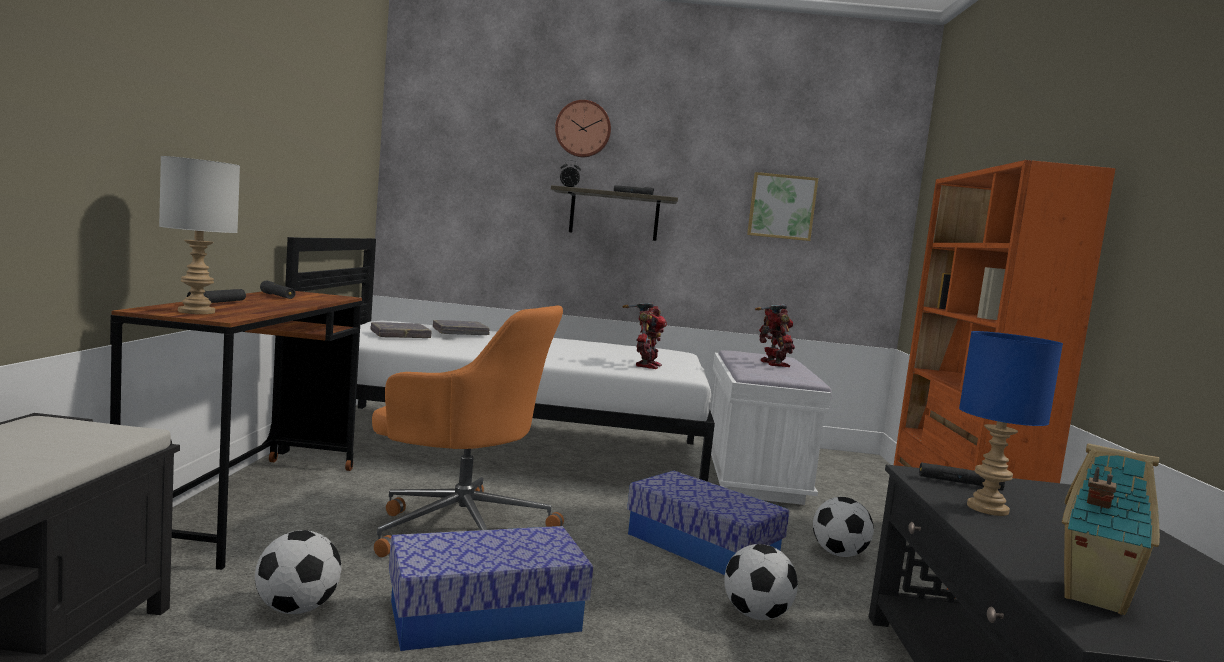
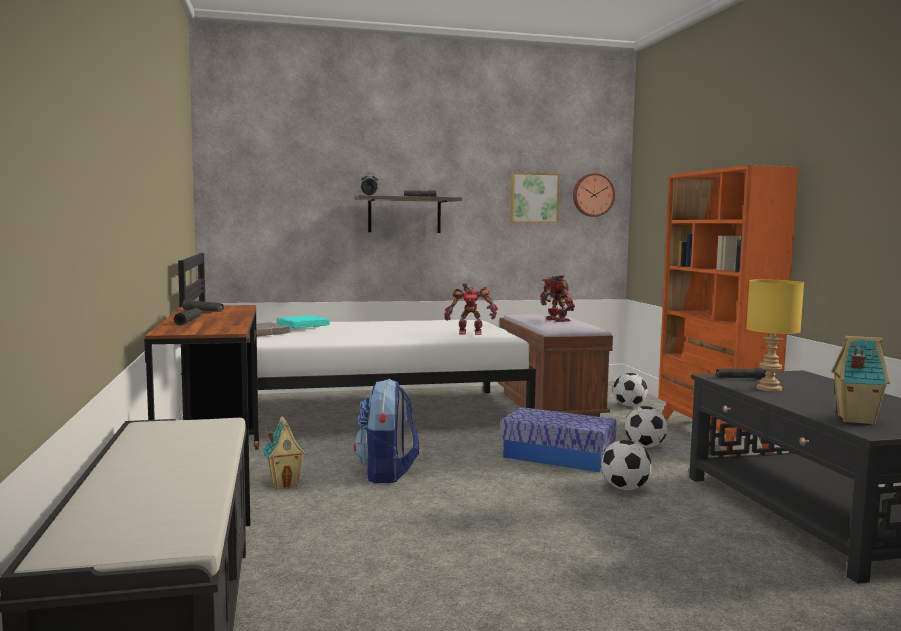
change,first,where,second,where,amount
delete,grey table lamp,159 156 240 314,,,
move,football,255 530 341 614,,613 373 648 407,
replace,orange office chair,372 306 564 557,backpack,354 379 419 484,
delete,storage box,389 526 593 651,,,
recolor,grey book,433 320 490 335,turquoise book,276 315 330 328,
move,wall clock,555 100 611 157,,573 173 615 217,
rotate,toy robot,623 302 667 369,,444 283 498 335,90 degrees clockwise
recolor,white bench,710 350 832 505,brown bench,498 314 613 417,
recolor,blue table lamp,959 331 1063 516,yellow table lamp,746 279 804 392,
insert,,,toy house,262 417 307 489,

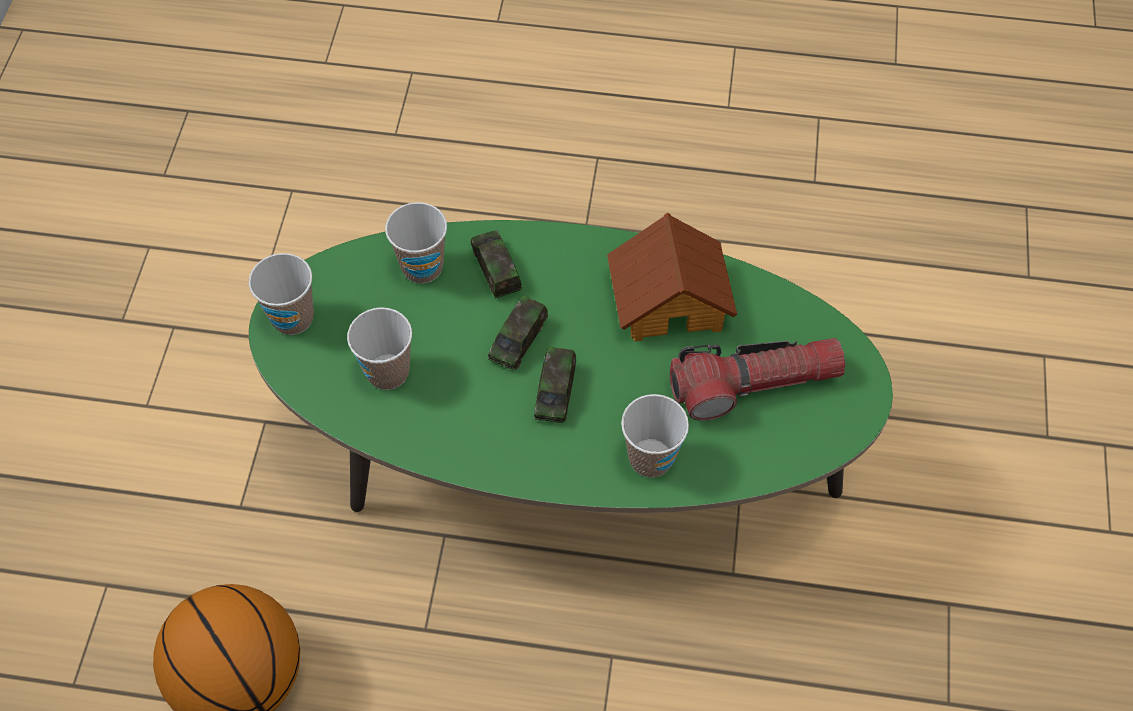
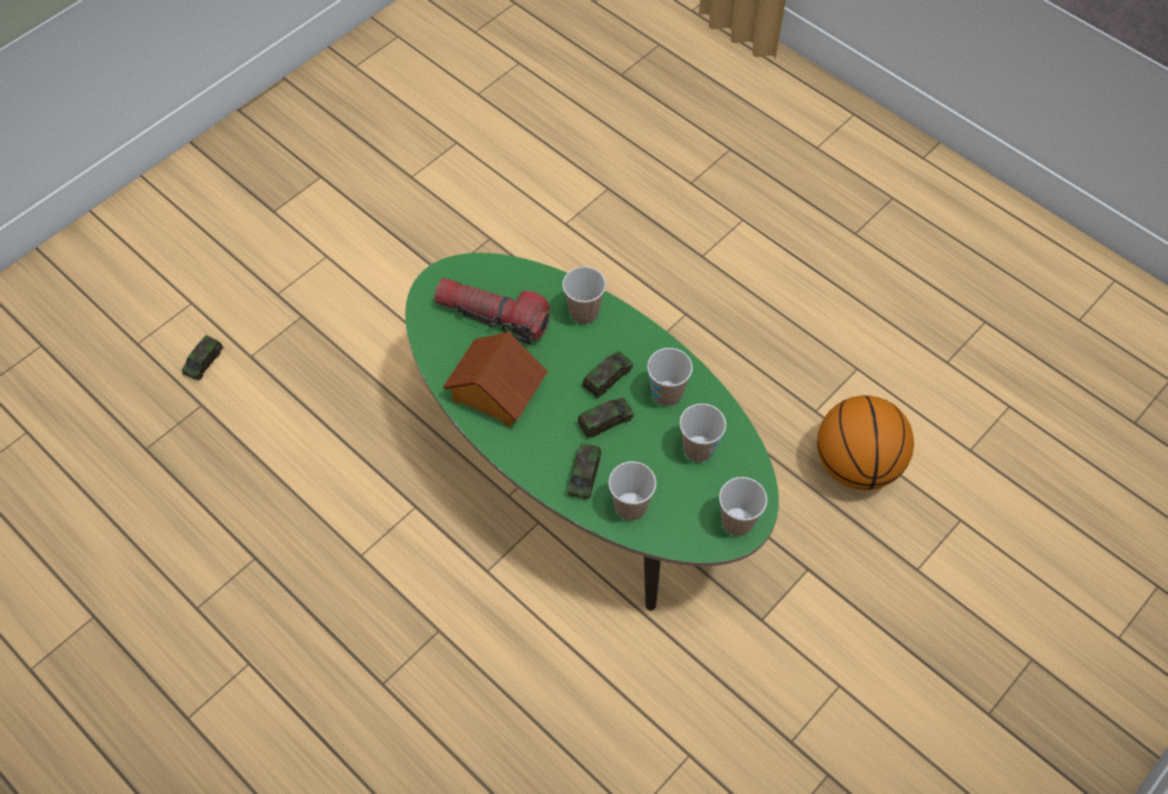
change,first,where,second,where,amount
insert,,,toy car,181 335 224 380,
insert,,,cup,647 348 693 406,

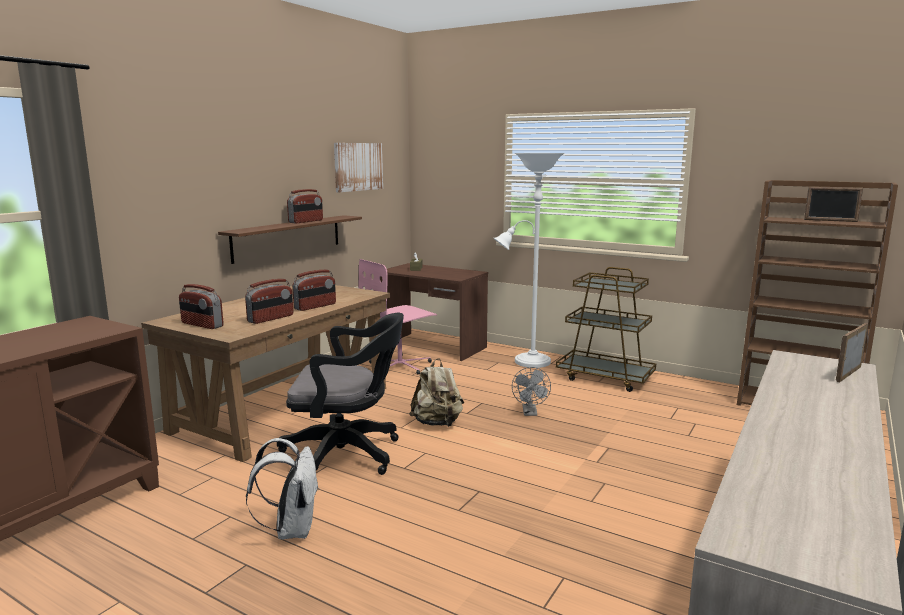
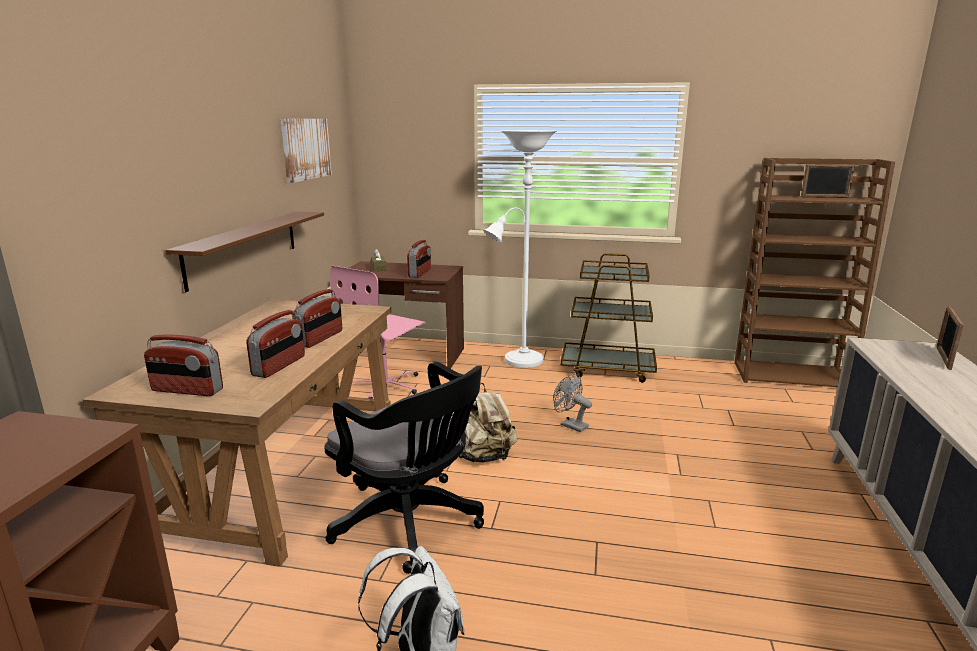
change,first,where,second,where,amount
rotate,black office chair,277 313 404 475,,324 362 484 574,60 degrees clockwise
move,radio,287 189 323 223,,407 240 431 278,
rotate,grey fan,512 367 551 416,,553 374 592 432,150 degrees clockwise

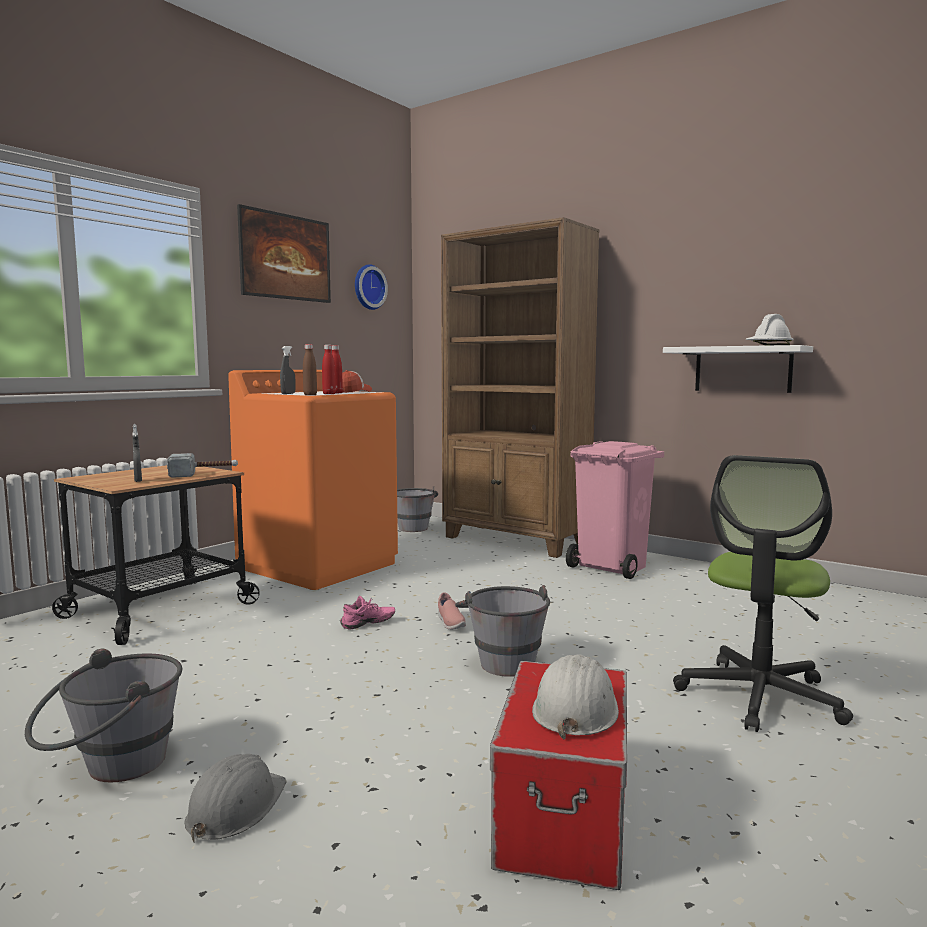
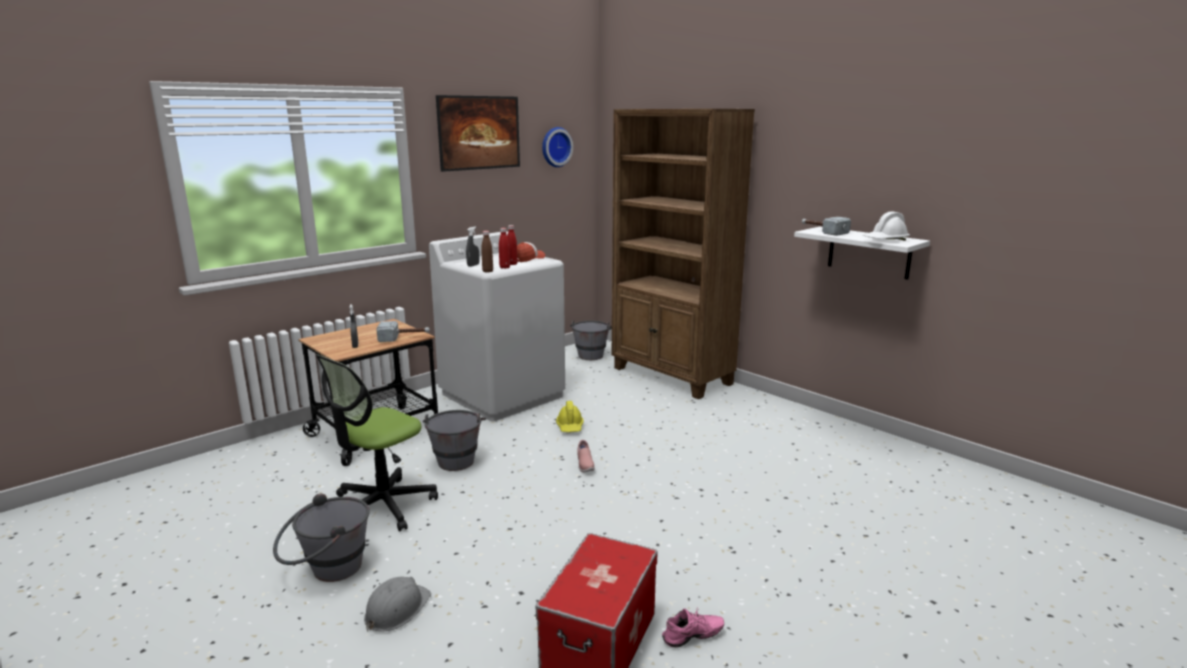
change,first,where,second,where,amount
recolor,orange washing machine,228 370 398 590,white washing machine,429 231 565 422,
move,pink shoe,340 596 395 630,,662 607 724 647,
move,grey bucket,455 585 550 677,,423 410 486 471,
delete,white hard hat,532 654 619 739,,,
delete,pink trash can,566 441 664 579,,,
move,office chair,673 455 853 732,,316 354 438 532,
insert,,,yellow hard hat,556 401 584 432,
insert,,,hammer,802 217 851 236,

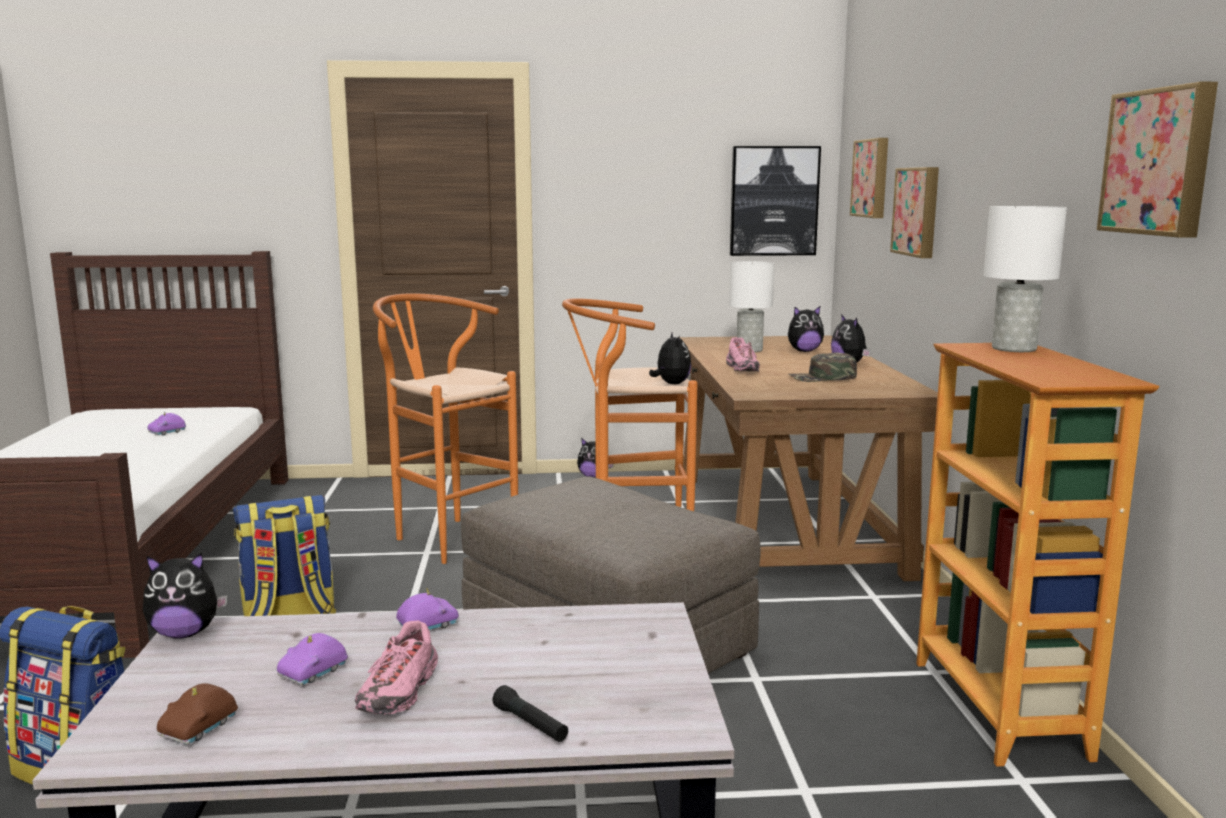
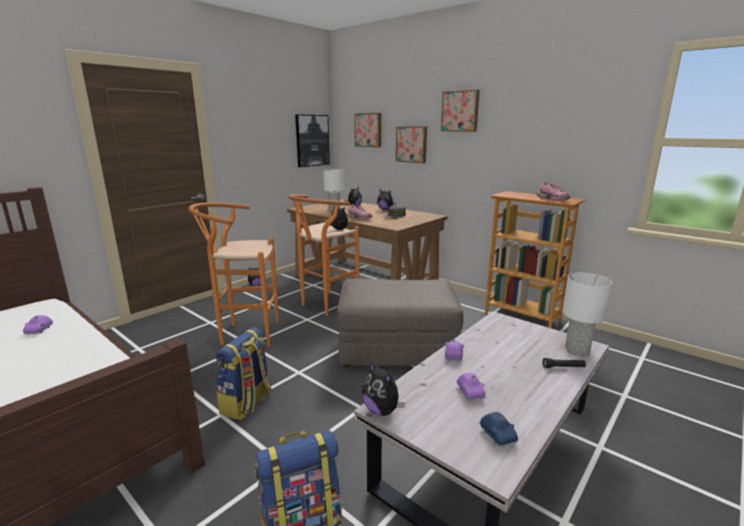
change,first,where,second,where,amount
rotate,plush toy,143 553 228 639,,362 362 405 416,105 degrees clockwise
recolor,brown toy car,157 683 238 745,blue toy car,480 412 518 447,
move,pink shoe,355 620 438 715,,537 182 571 200,
move,white table lamp,984 206 1067 352,,563 273 612 356,
move,picture,1097 82 1218 238,,441 90 480 132,

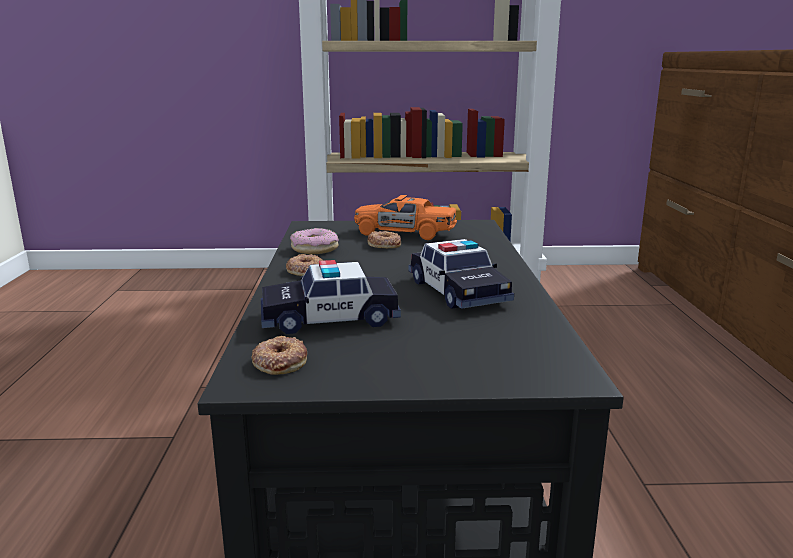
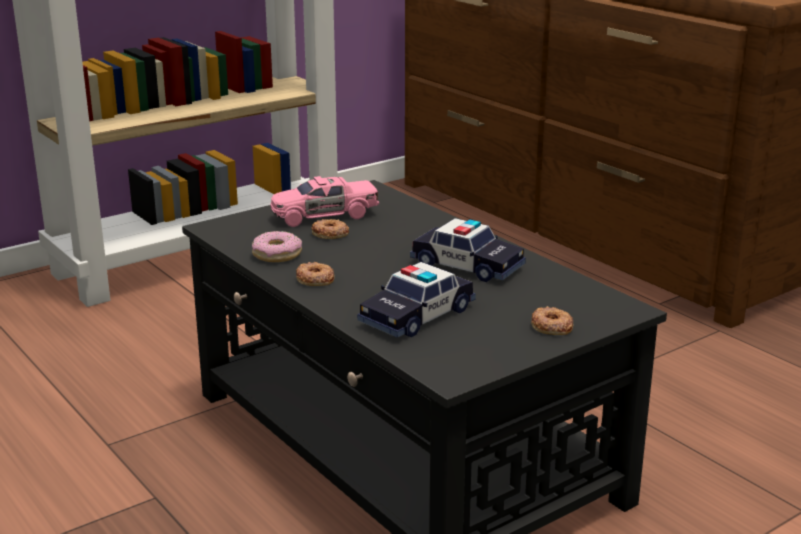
change,first,where,second,where,amount
move,donut,251 336 307 375,,531 306 573 335,
recolor,orange toy car,354 195 457 240,pink toy car,270 176 379 227,

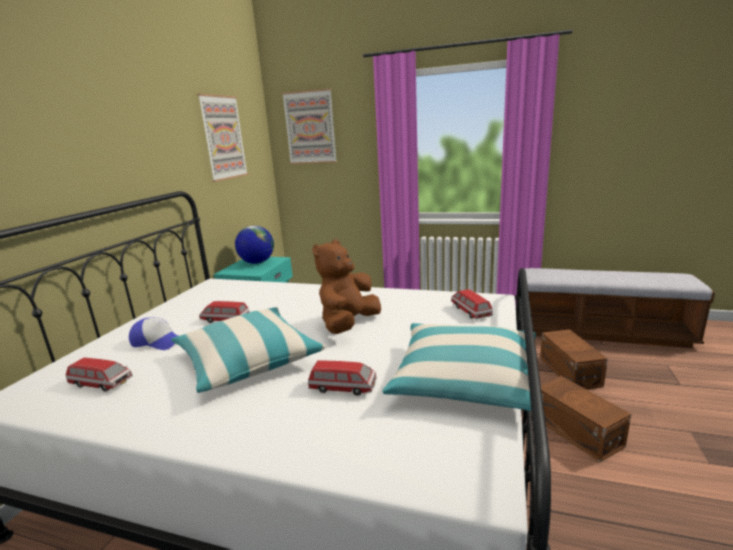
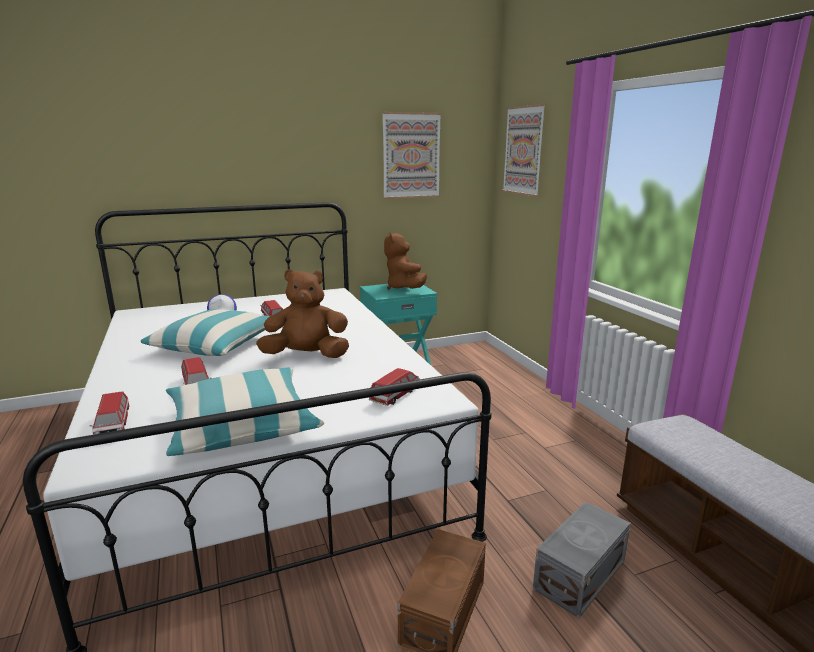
change,first,where,second,where,amount
move,toy car,65 358 133 392,,89 392 129 435,
replace,globe,235 226 274 264,brown plush toy,384 232 427 290,
recolor,brown storage box,540 329 608 389,grey storage box,533 501 631 618,

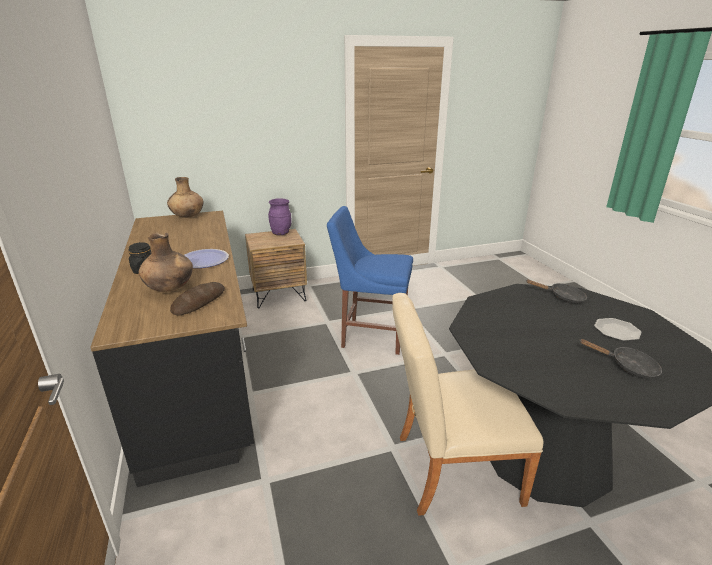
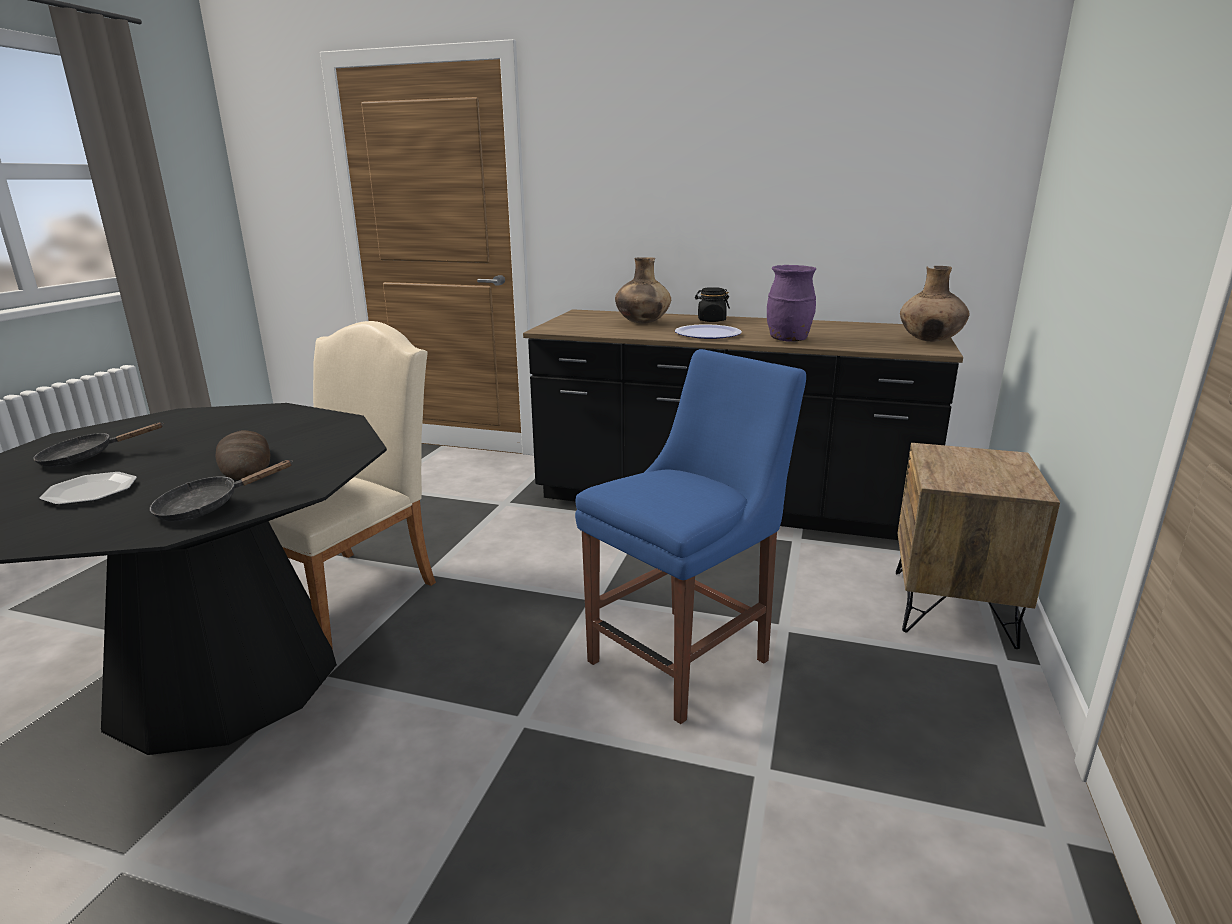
change,first,where,second,where,amount
move,bread,170 282 225 316,,215 430 271 480,
move,purple vase,268 198 292 235,,767 265 816 342,

